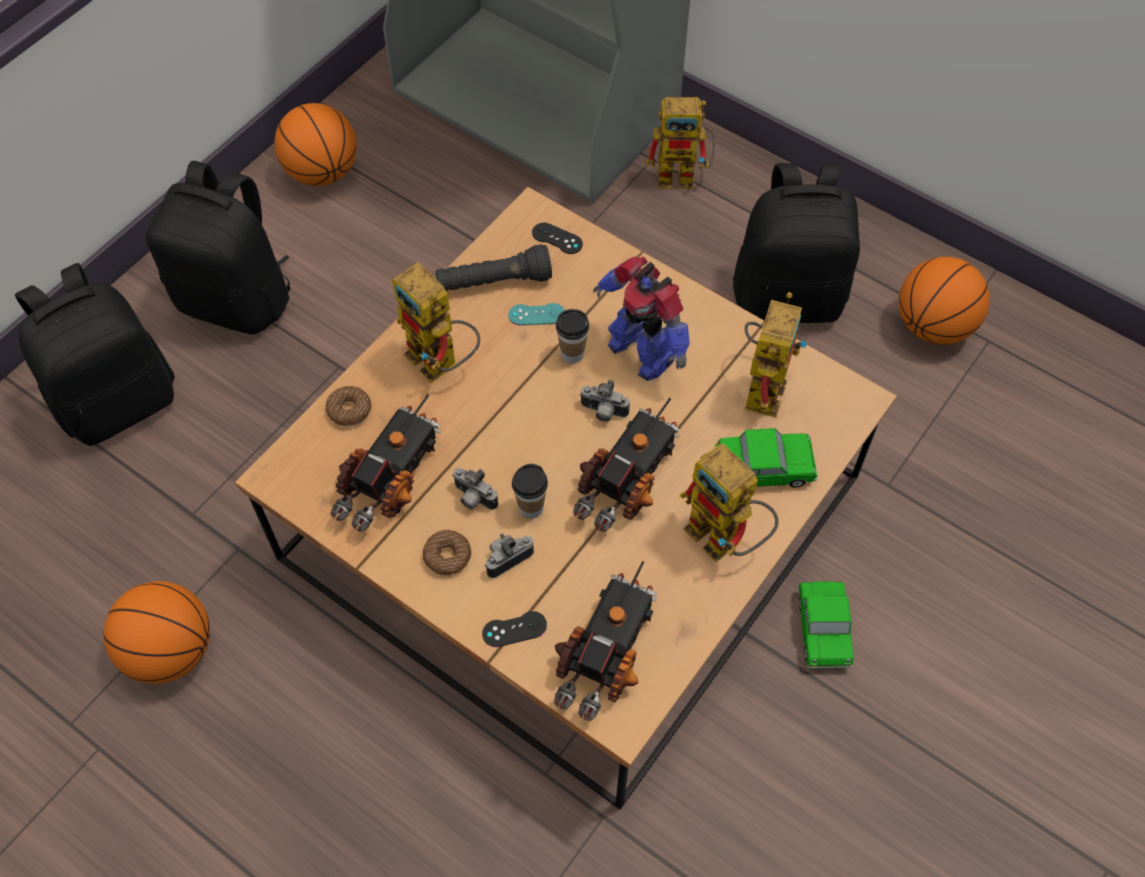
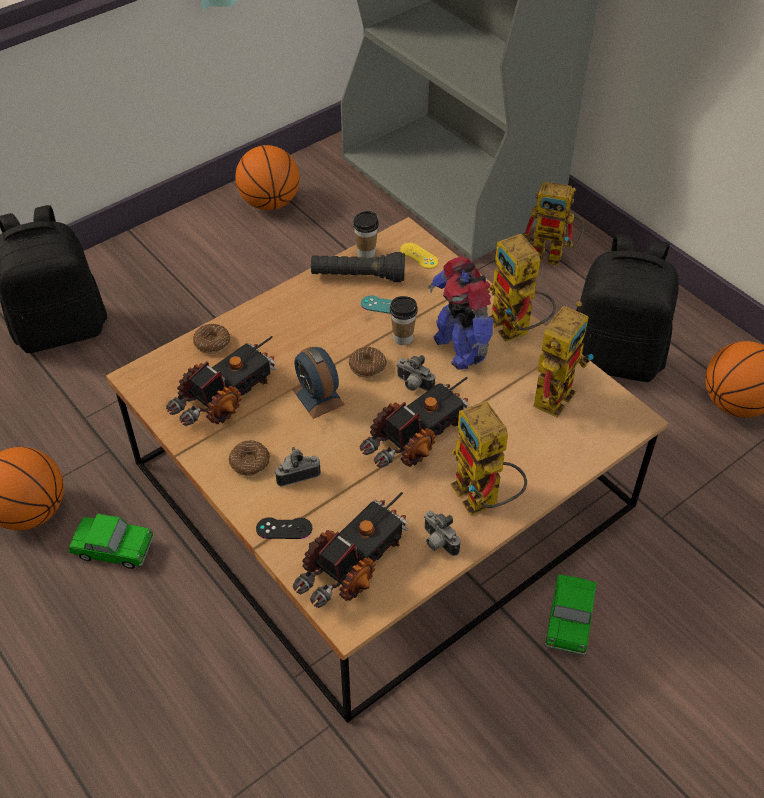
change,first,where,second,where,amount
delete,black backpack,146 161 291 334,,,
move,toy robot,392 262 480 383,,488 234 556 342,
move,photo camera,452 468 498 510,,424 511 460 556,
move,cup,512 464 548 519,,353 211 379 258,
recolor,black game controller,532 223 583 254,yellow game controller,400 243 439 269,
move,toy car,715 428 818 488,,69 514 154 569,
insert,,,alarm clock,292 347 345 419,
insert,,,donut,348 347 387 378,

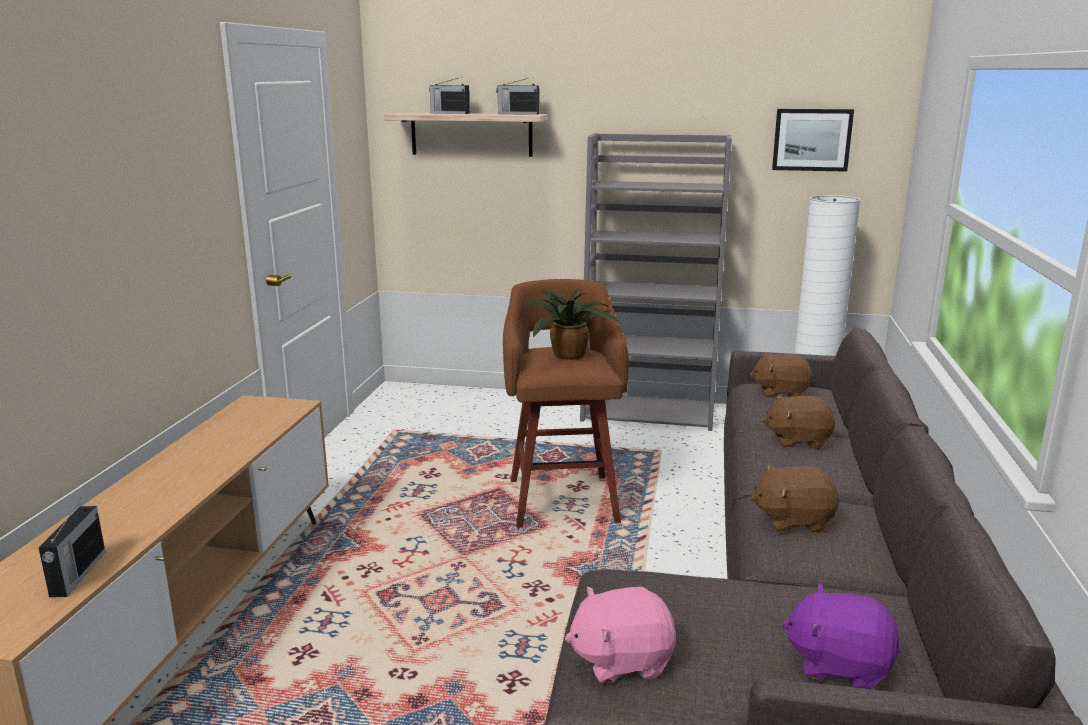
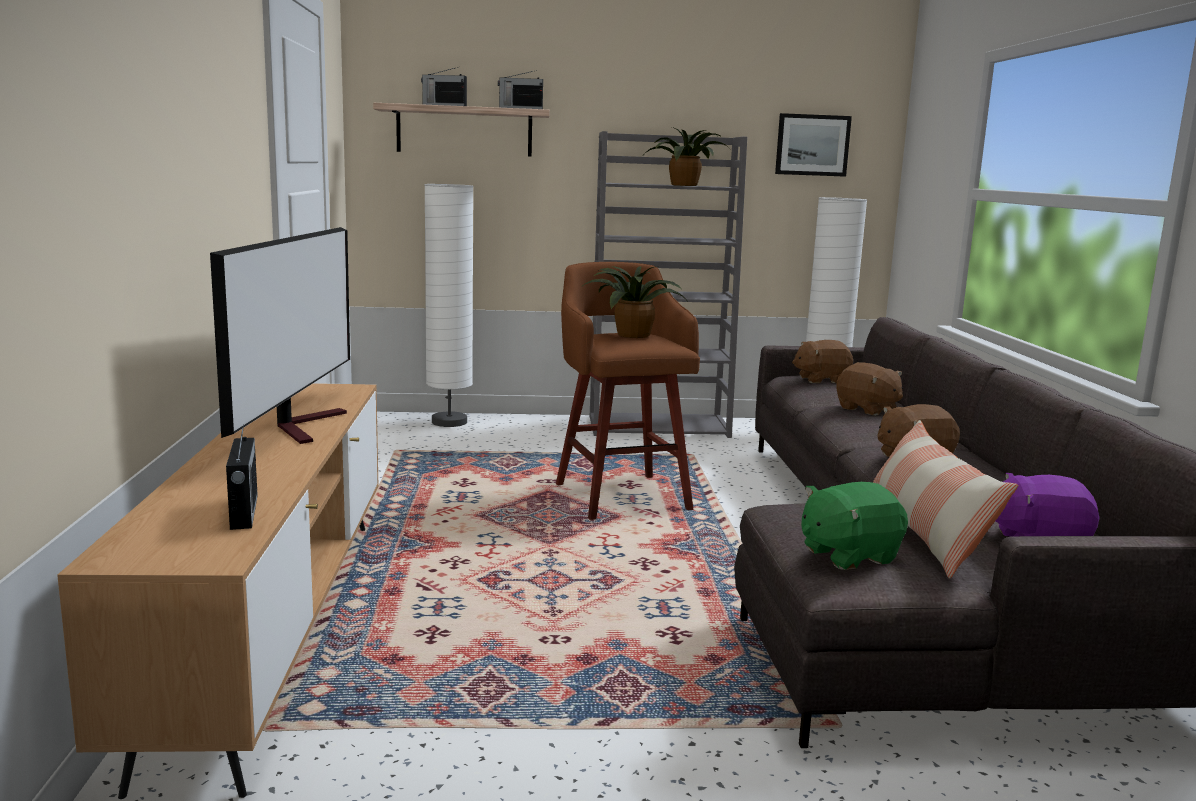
change,first,where,second,where,amount
recolor,pink plush toy,565 586 676 684,green plush toy,801 482 908 570,
rotate,brown plush toy,763 394 835 449,,836 362 903 416,120 degrees counterclockwise
insert,,,television,210 227 350 444,
insert,,,white floor lamp,424 184 474 427,
insert,,,potted plant,644 127 729 186,
insert,,,pillow,873 420 1018 579,

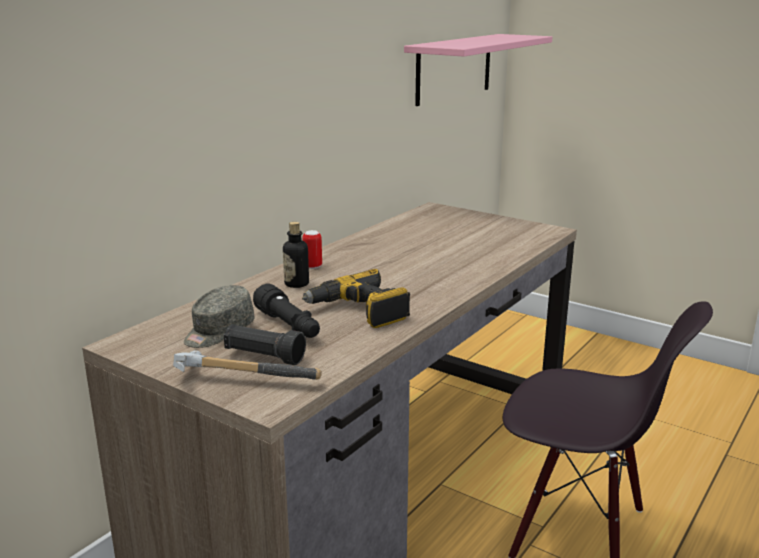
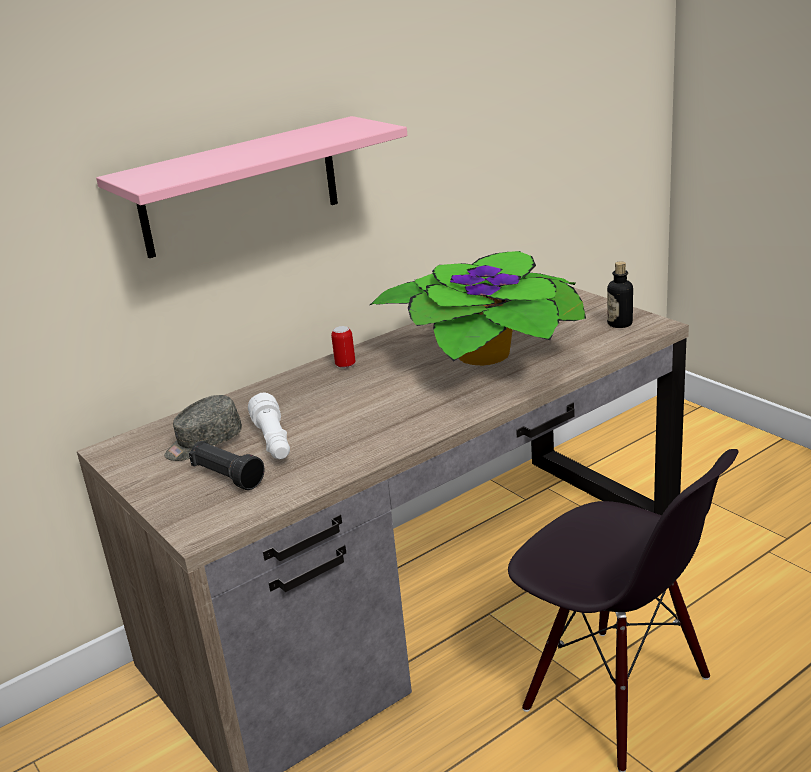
change,first,where,second,where,amount
delete,hammer,173 350 322 380,,,
recolor,black flashlight,253 283 320 338,white flashlight,248 393 290 459,
move,bottle,283 222 309 288,,607 261 633 328,
delete,power drill,302 269 410 328,,,
move,pink shelf,404 34 552 106,,96 116 407 258,
insert,,,potted plant,370 251 586 365,

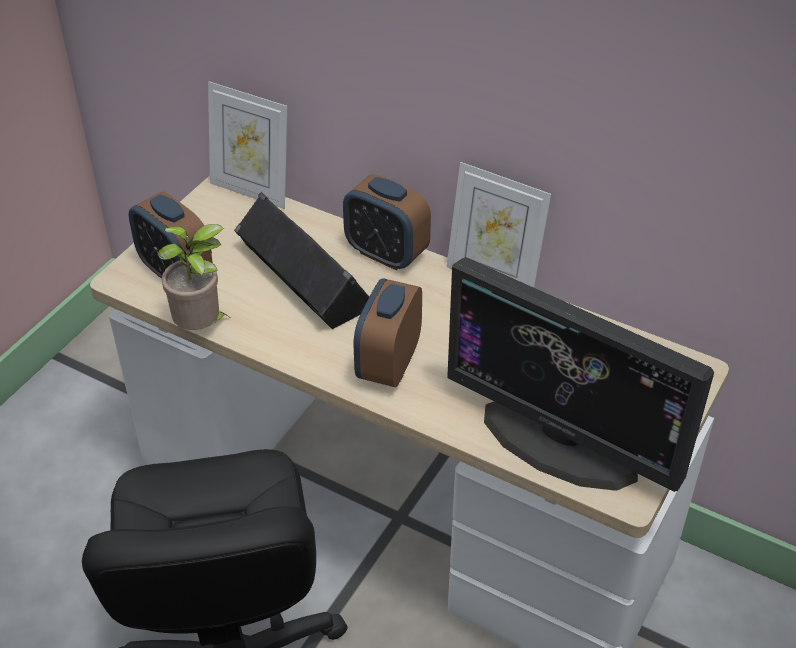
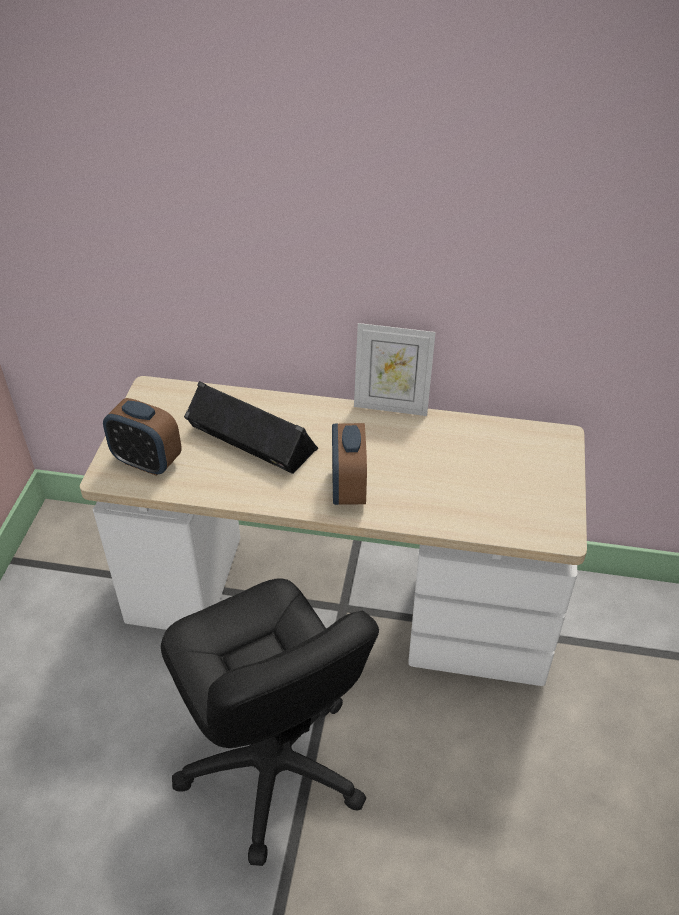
change,first,where,second,where,amount
delete,potted plant,157 224 229 330,,,
delete,picture frame,208 81 287 209,,,
delete,alarm clock,343 174 431 270,,,
delete,monitor,447 257 714 492,,,

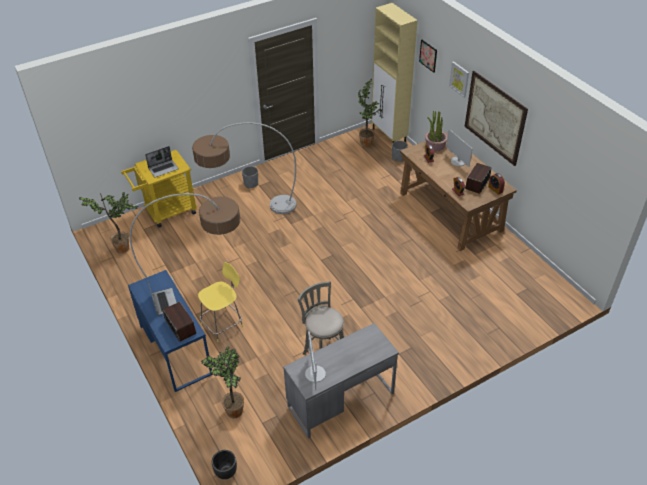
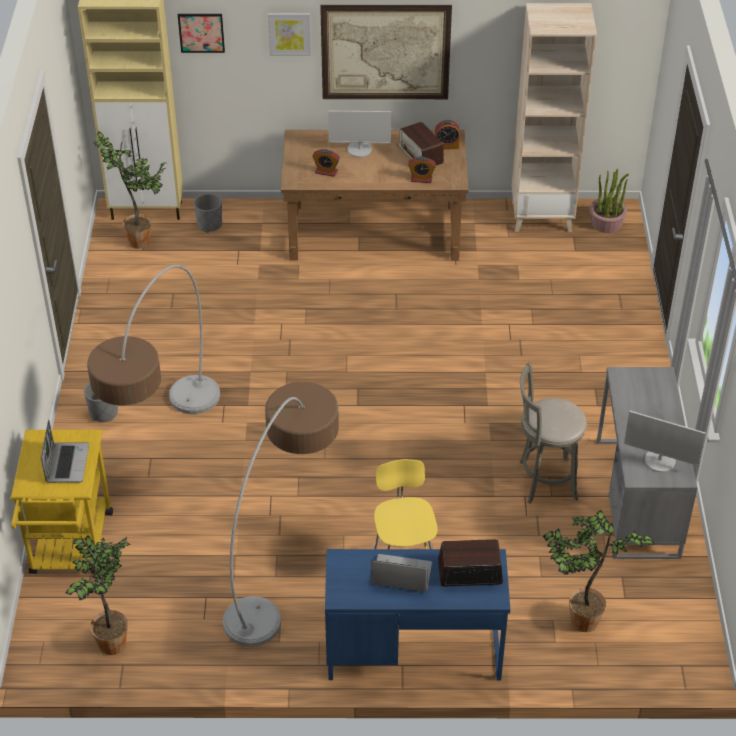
change,first,where,second,where,amount
delete,black planter,211 450 237 479,,,
move,potted plant,425 111 448 151,,589 169 629 233,
insert,,,beige bookcase,512 3 597 232,

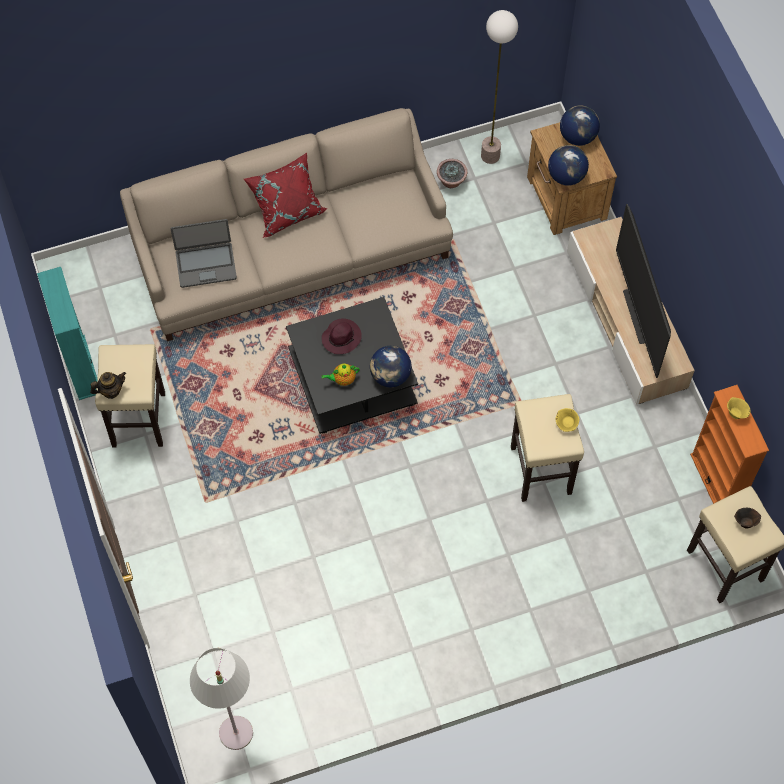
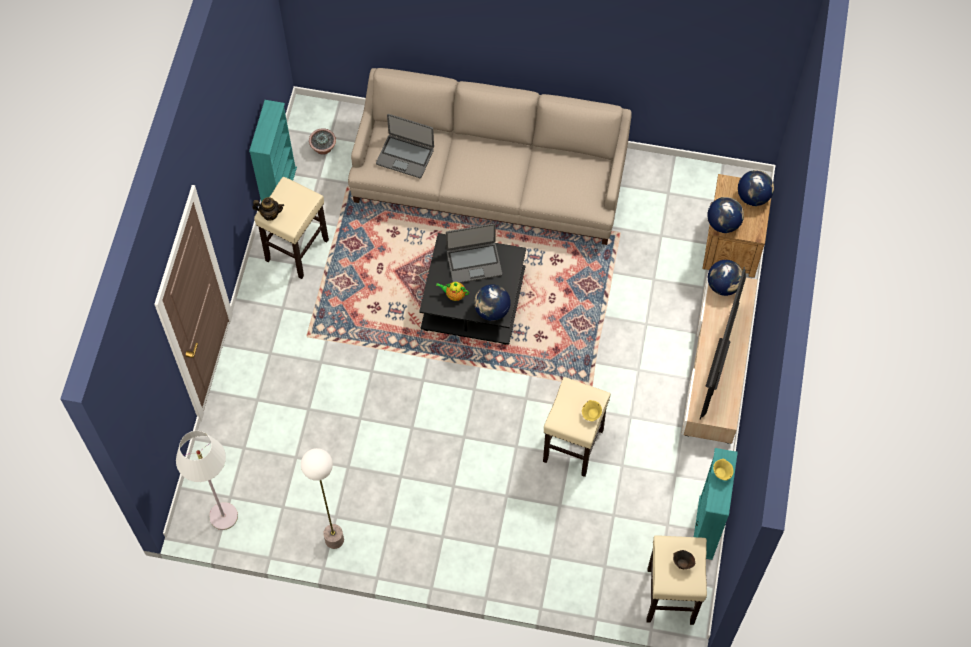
change,first,where,second,where,amount
delete,red pillow,244 153 328 238,,,
replace,purple hat,321 319 362 354,laptop,446 223 502 283,
move,potted plant,437 159 467 188,,309 128 336 155,
move,floor lamp,481 10 518 164,,301 448 344 549,
recolor,orange bookcase,690 385 769 504,turquoise bookcase,694 448 738 560,
insert,,,globe,708 260 743 296,

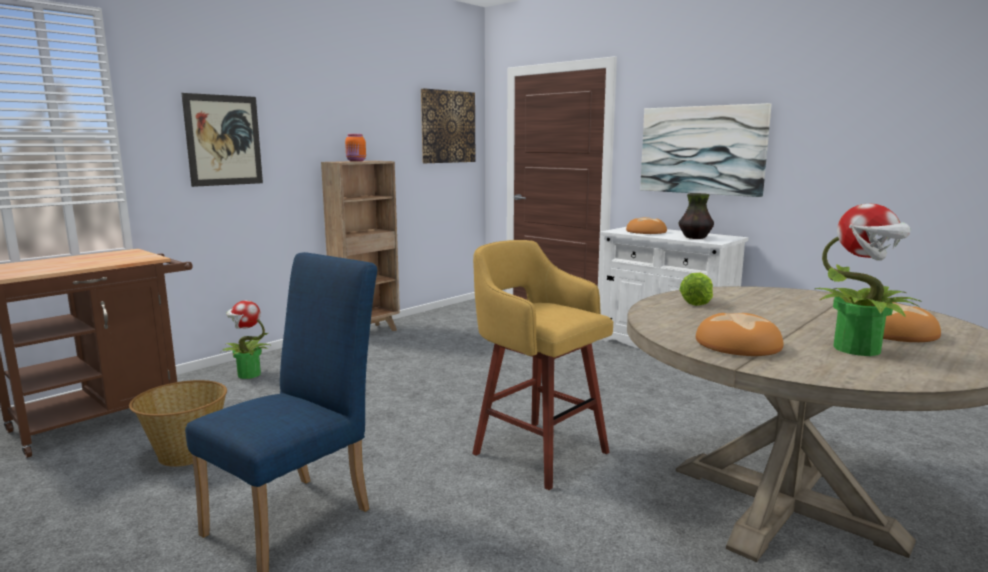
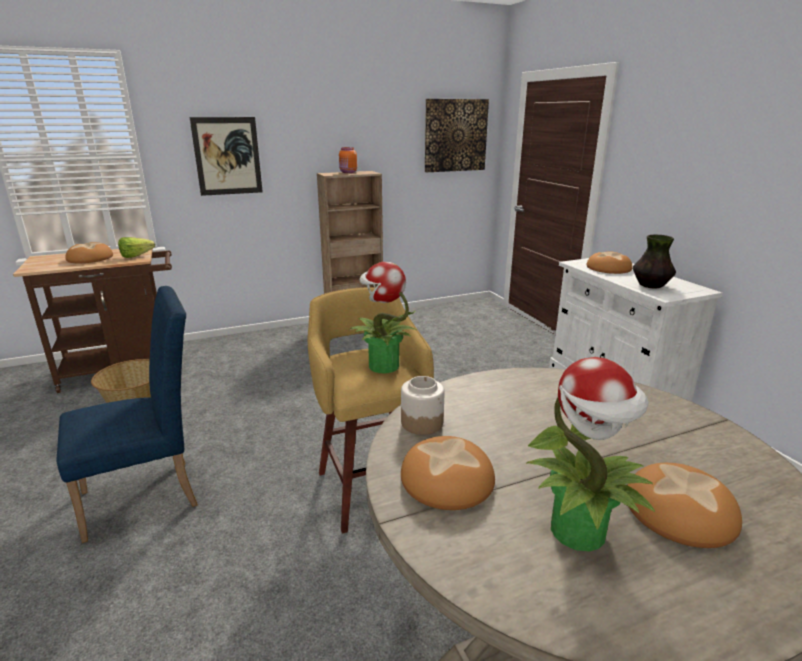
change,first,where,second,where,amount
move,potted plant,221 301 272 379,,349 262 417 373,
delete,picture,640 103 772 197,,,
move,lettuce,679 273 713 306,,118 237 155 258,
insert,,,bread,66 242 113 263,
insert,,,jar,401 376 445 435,

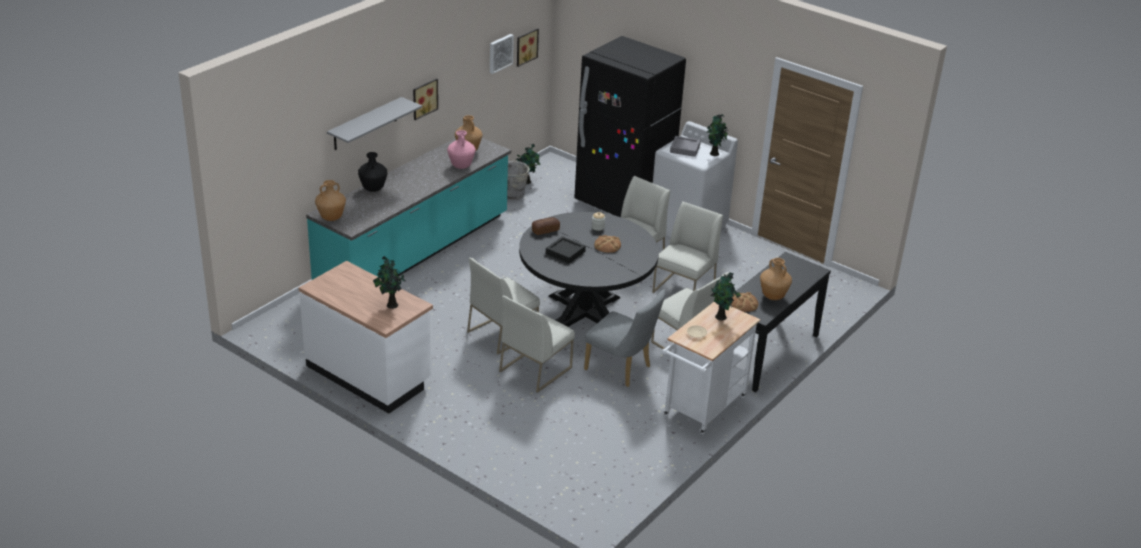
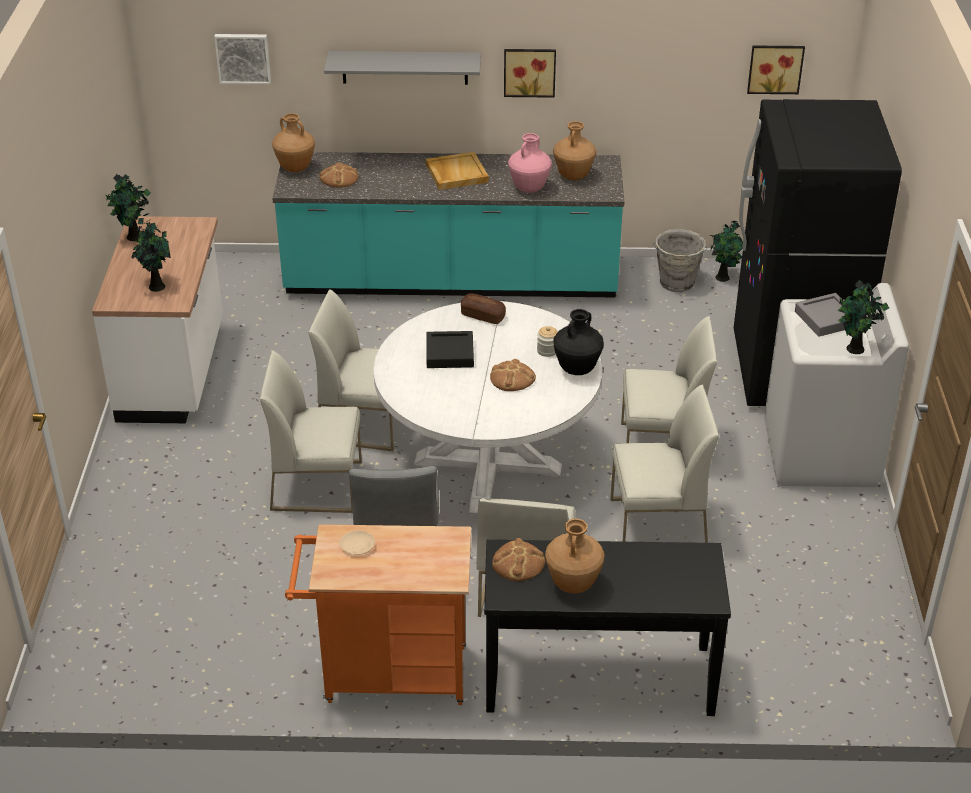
change,first,where,second,where,amount
move,black vase,358 152 387 192,,554 309 604 375,
move,picture,490 34 514 74,,214 34 271 84,
recolor,black dining table,519 212 659 327,white dining table,374 301 603 515,
recolor,white cart,662 302 760 434,orange cart,285 524 471 705,
move,potted plant,711 273 741 320,,105 174 151 241,
insert,,,bread,319 163 359 188,
insert,,,beige tray,426 152 489 190,

